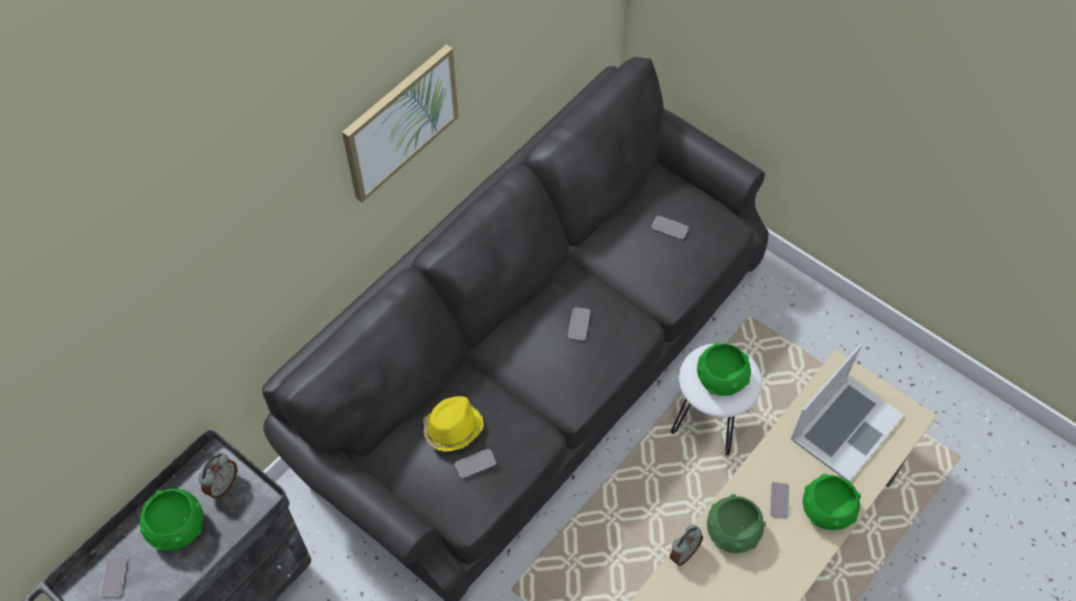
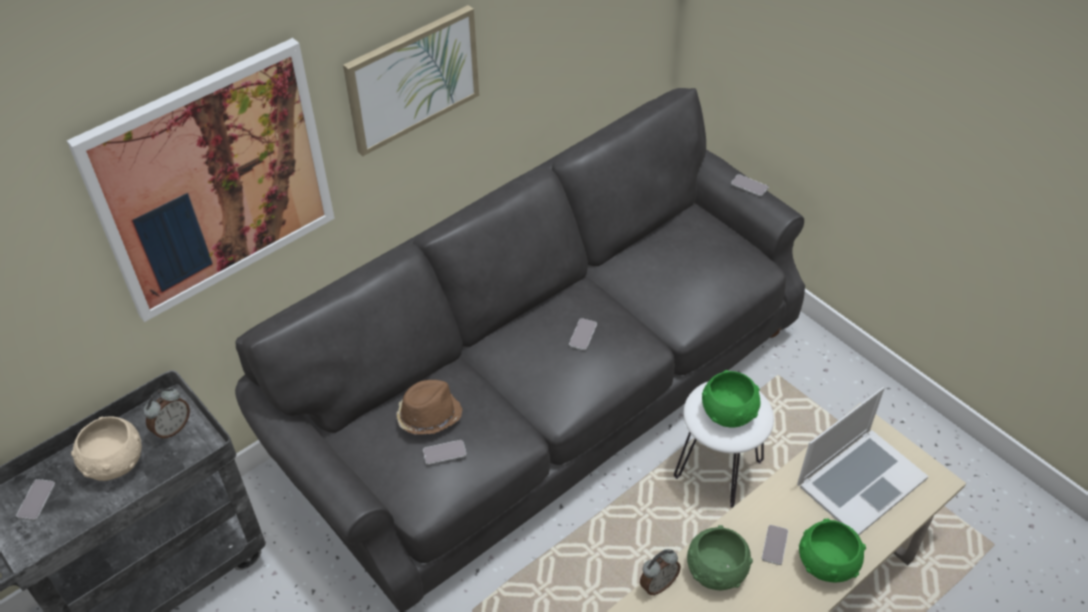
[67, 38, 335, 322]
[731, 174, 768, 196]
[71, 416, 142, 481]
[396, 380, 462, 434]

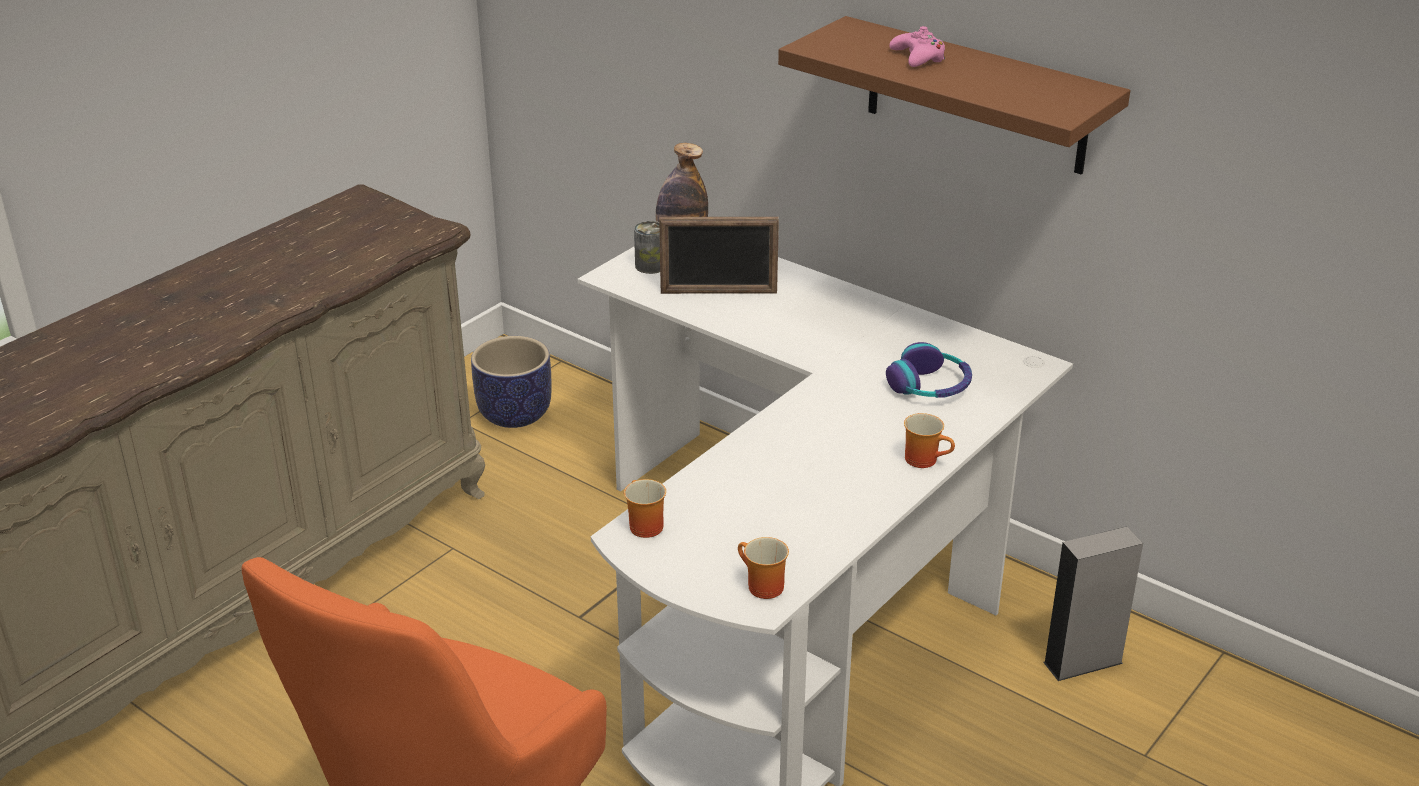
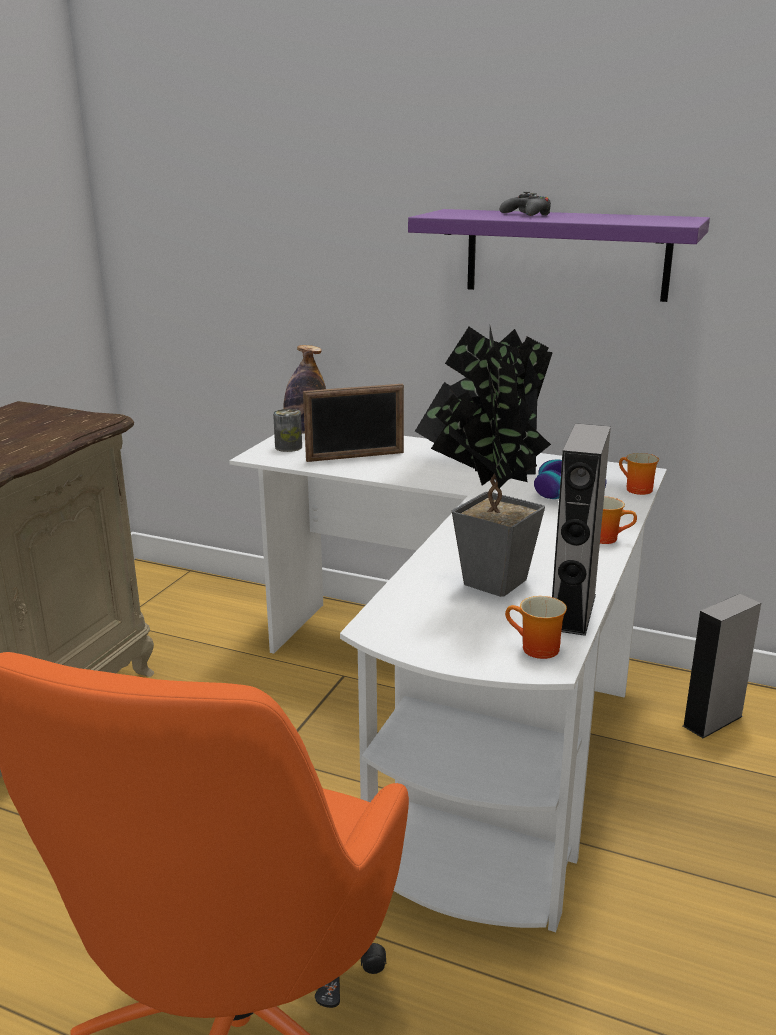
[471, 336, 552, 428] (first image)
[415, 327, 553, 597]
[552, 423, 611, 636]
[619, 453, 659, 495]
[408, 209, 710, 302]
[499, 192, 551, 216]

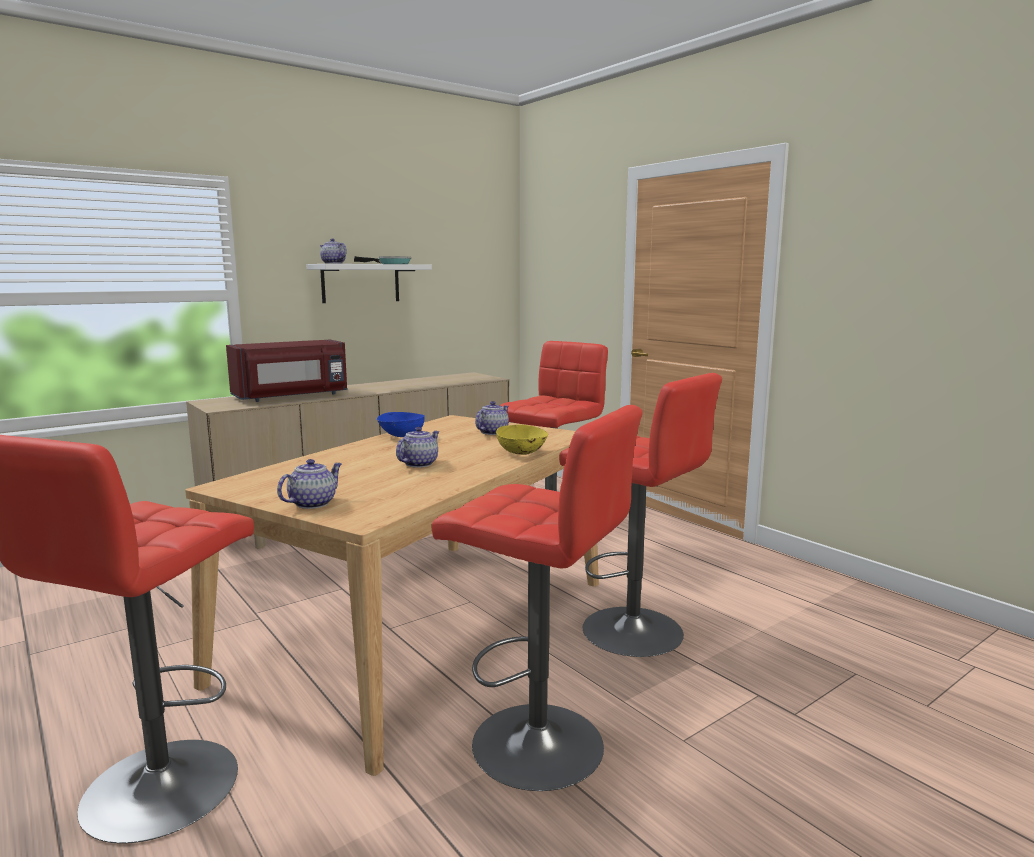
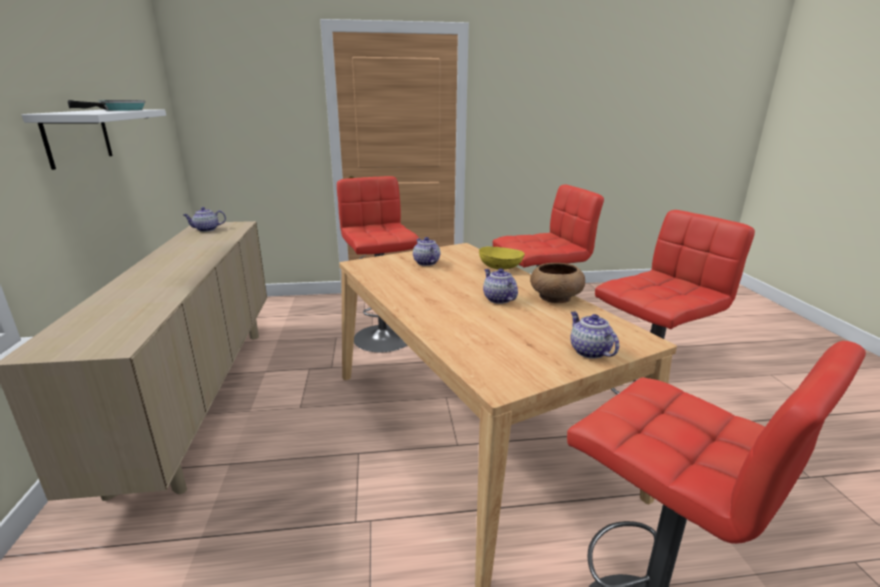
[226, 340, 347, 402] (first image)
[377, 412, 425, 437] (first image)
[530, 263, 585, 303]
[183, 207, 226, 232]

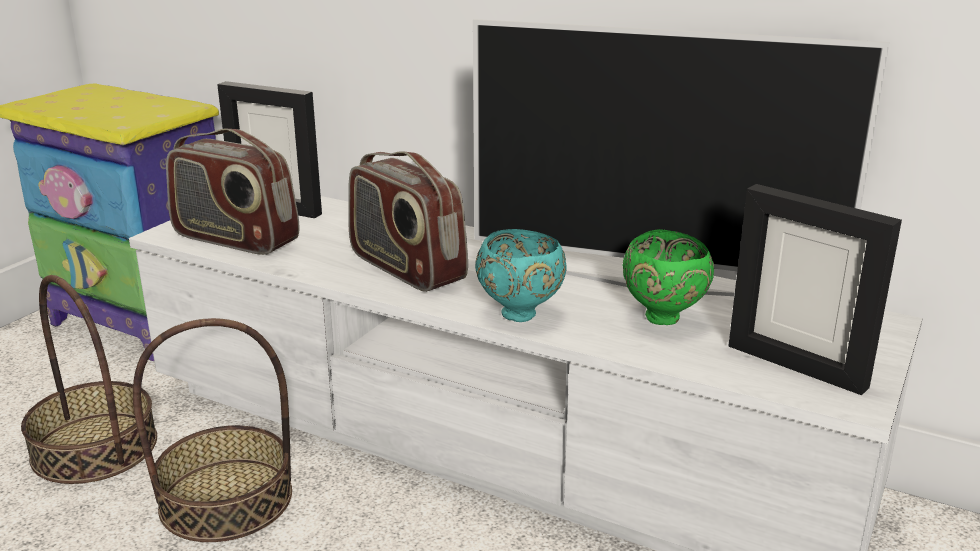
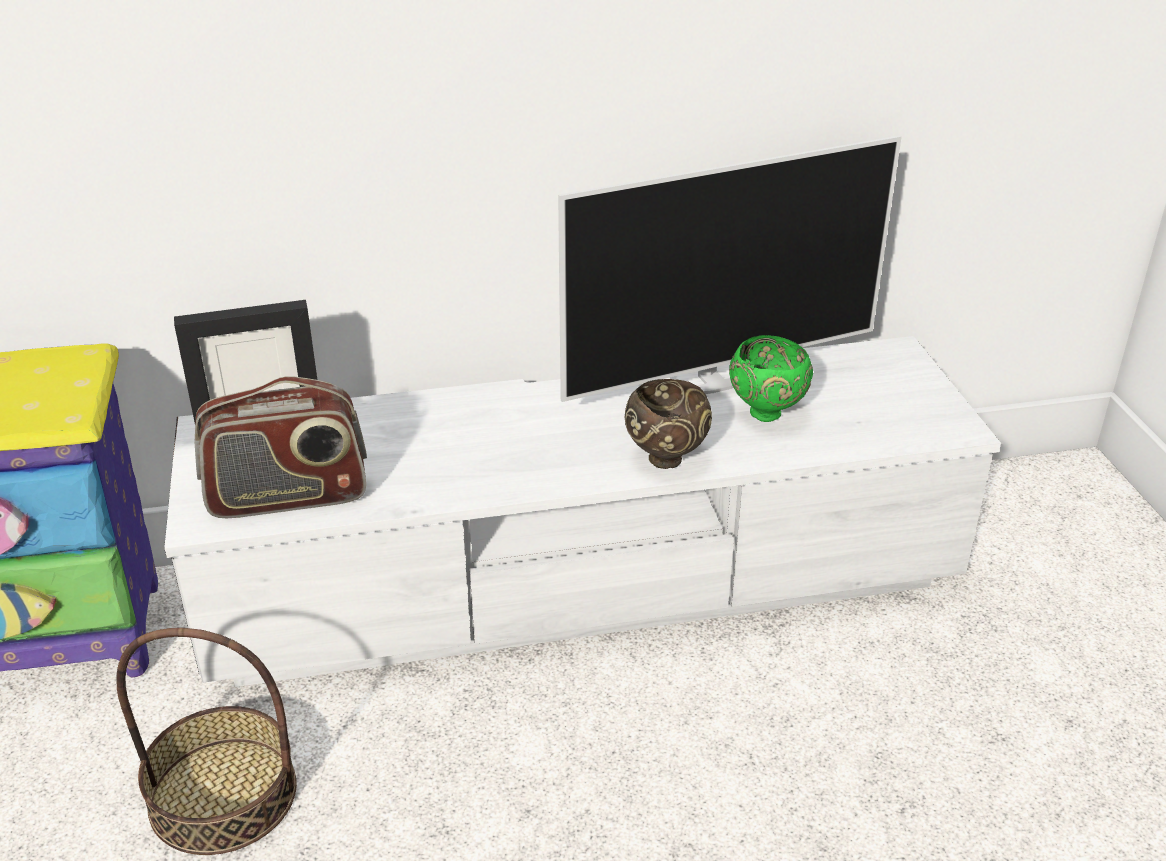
[133, 318, 292, 542] (first image)
[348, 151, 468, 292] (first image)
[729, 184, 902, 395] (first image)
[625, 379, 712, 469]

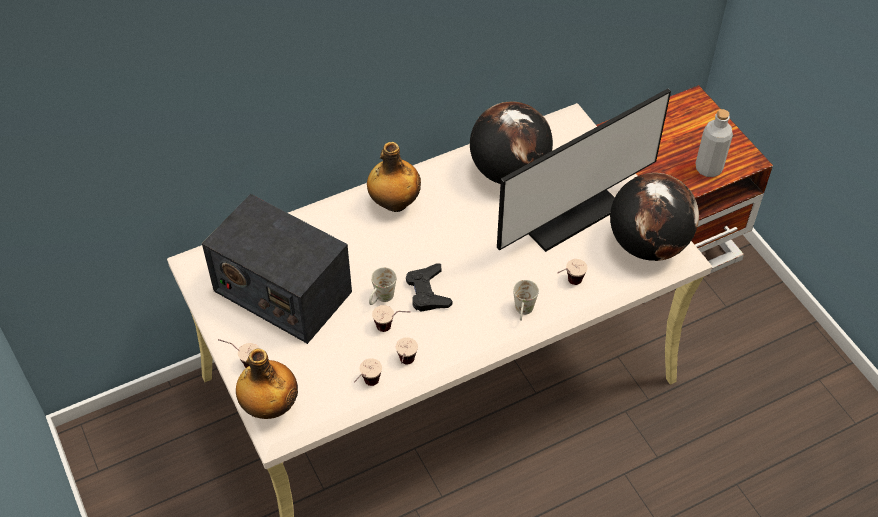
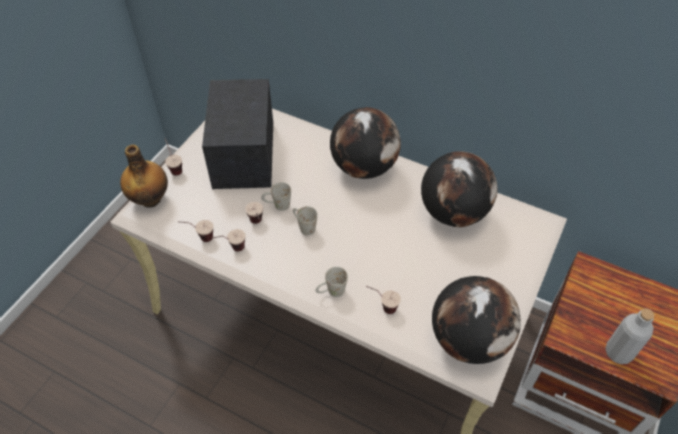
[497, 89, 671, 252] (first image)
[330, 107, 401, 179]
[293, 206, 318, 235]

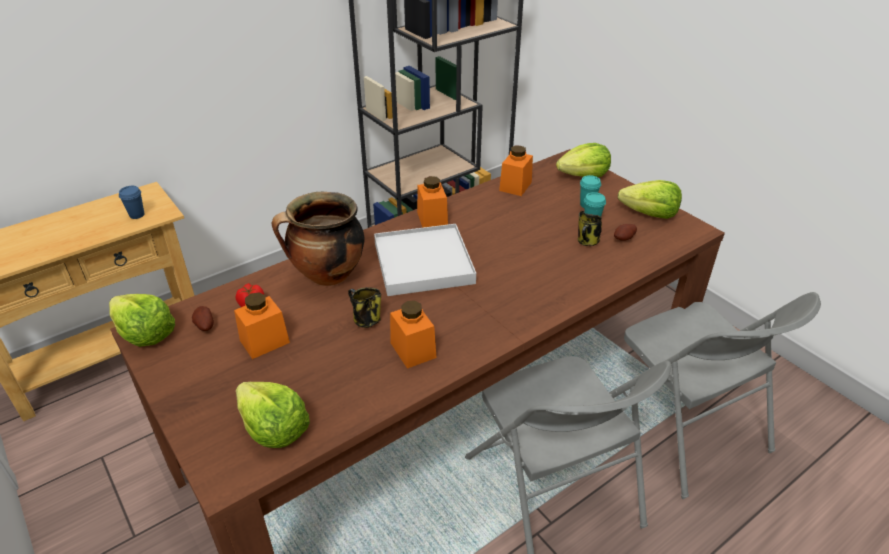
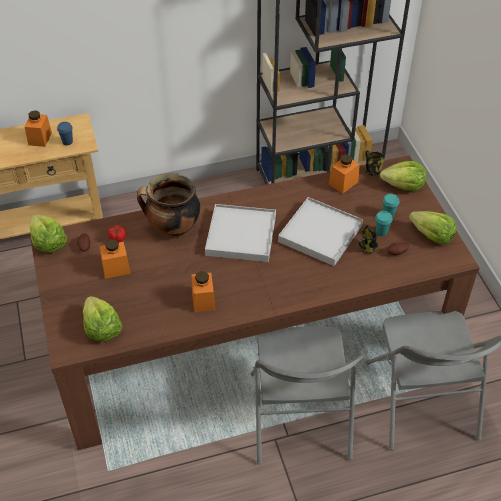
[278, 197, 363, 266]
[365, 150, 385, 176]
[25, 110, 52, 147]

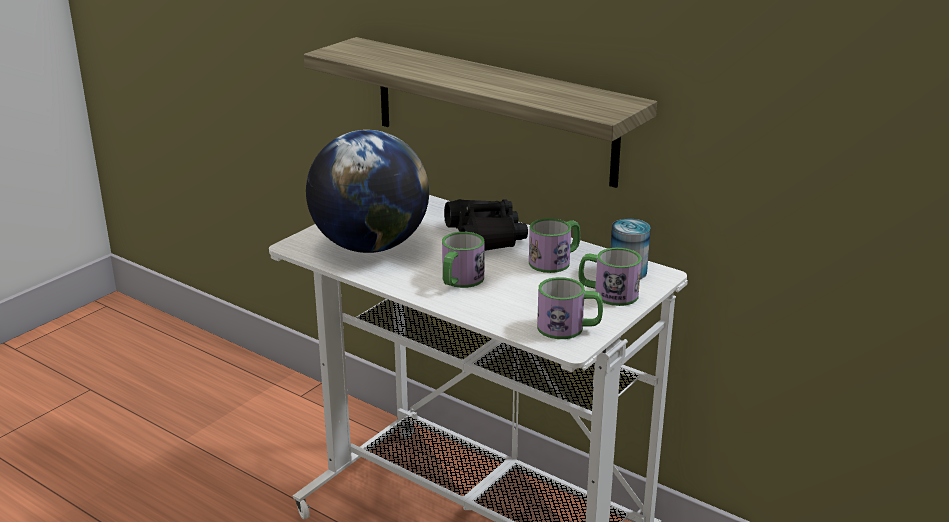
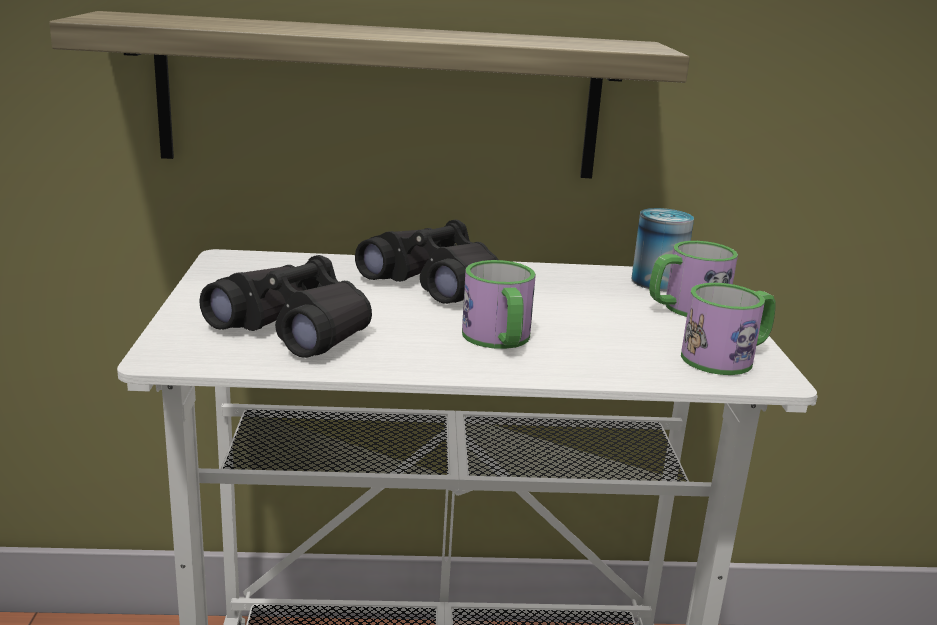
[529, 218, 580, 273] (first image)
[199, 255, 372, 358]

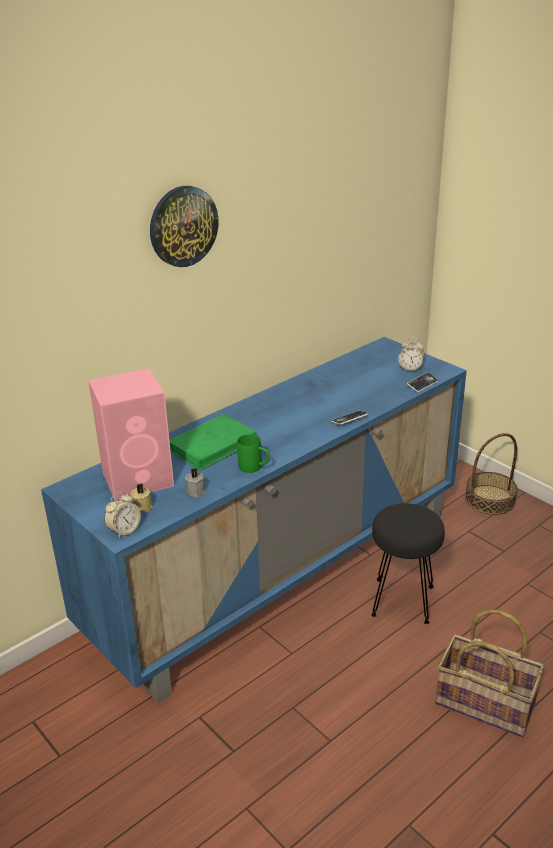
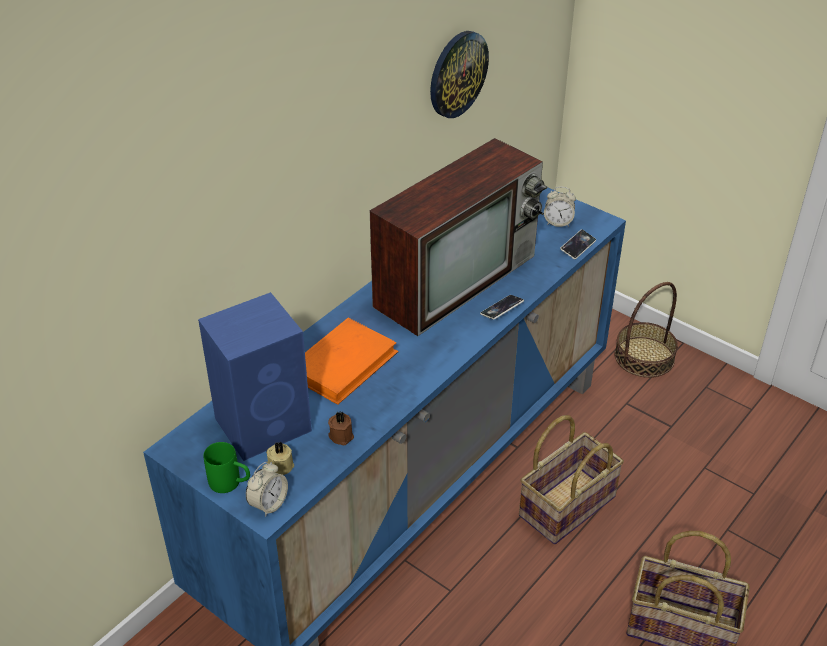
[370, 138, 548, 336]
[430, 31, 489, 118]
[204, 442, 250, 493]
[519, 415, 624, 544]
[198, 292, 312, 461]
[305, 318, 398, 405]
[328, 412, 354, 445]

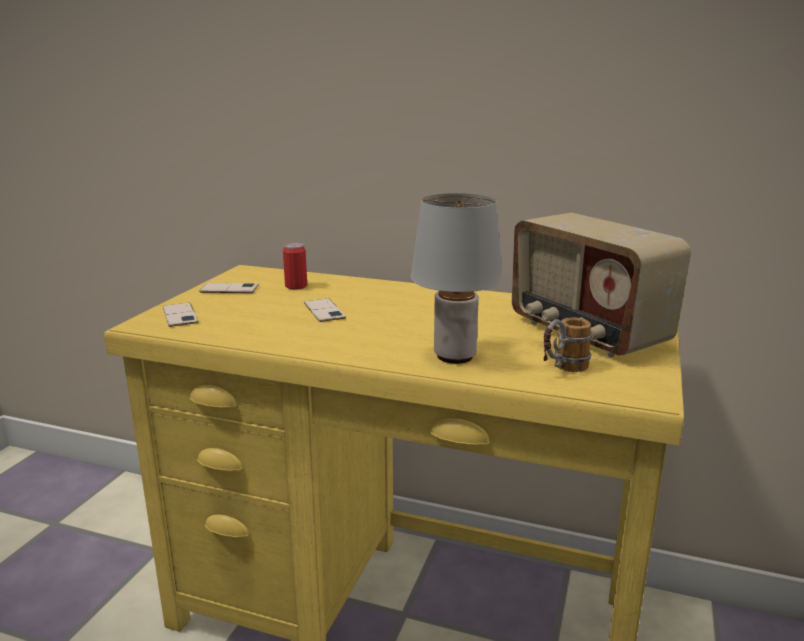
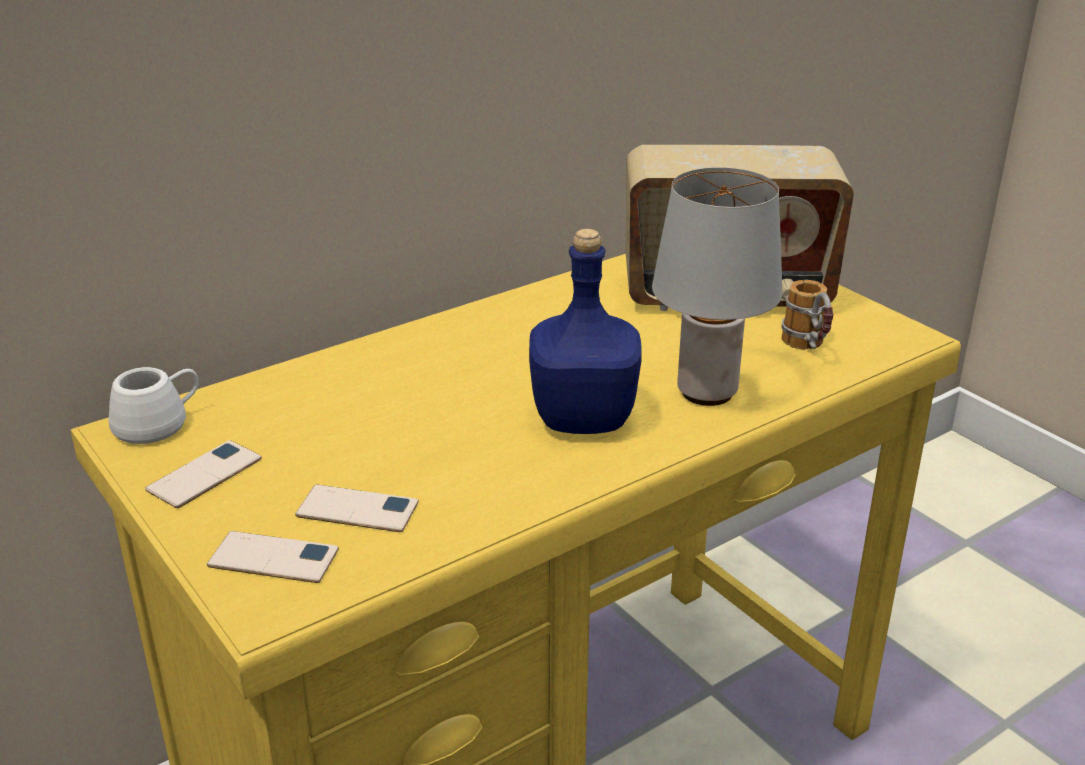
[283, 243, 307, 290] (first image)
[109, 367, 199, 444]
[529, 229, 642, 434]
[295, 485, 419, 532]

